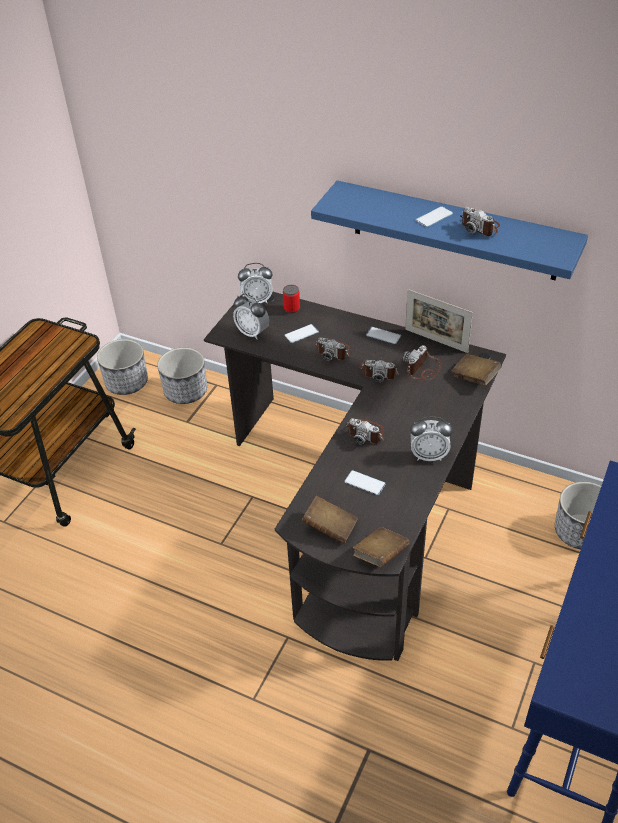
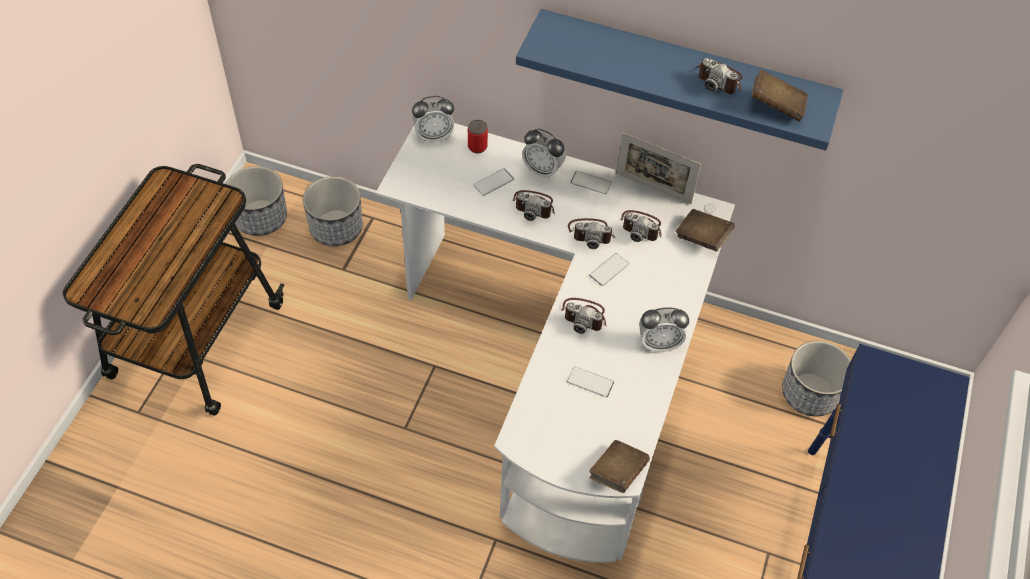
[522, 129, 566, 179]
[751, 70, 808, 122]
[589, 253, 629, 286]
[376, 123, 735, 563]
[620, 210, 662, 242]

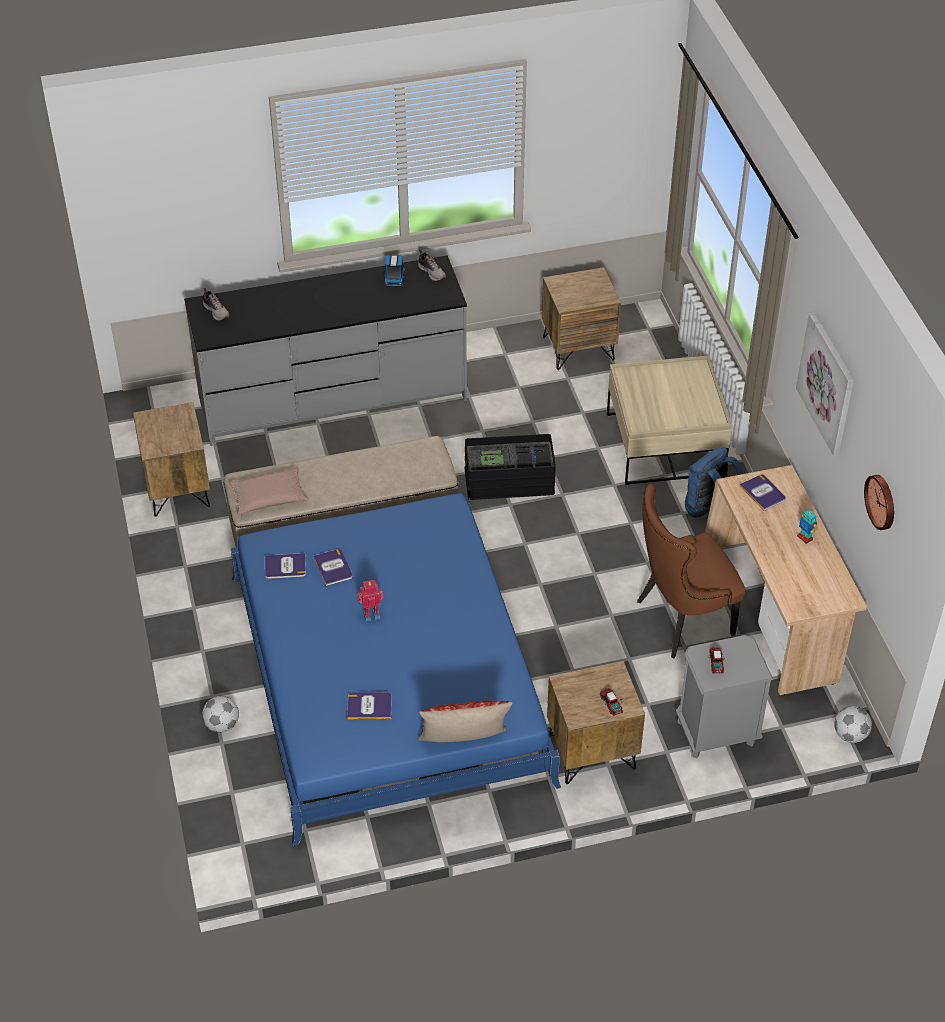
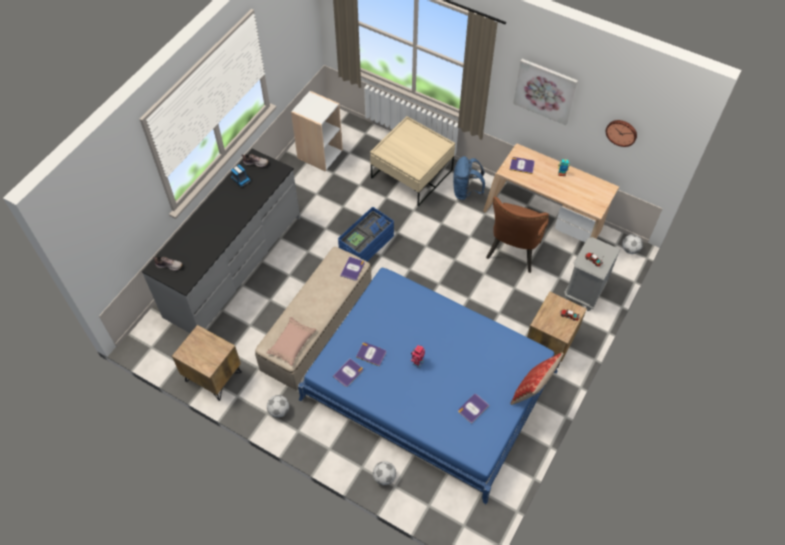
[267, 395, 289, 418]
[340, 257, 365, 281]
[291, 91, 343, 172]
[338, 207, 394, 261]

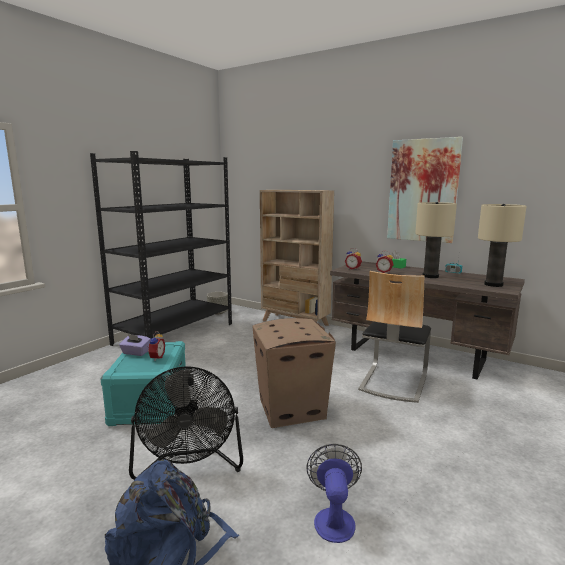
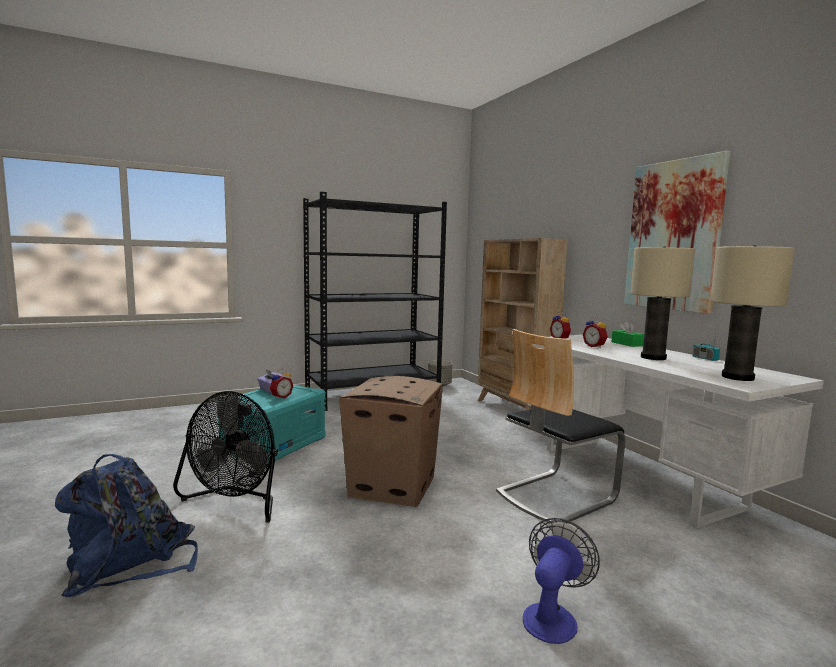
[523, 518, 600, 644]
[528, 335, 824, 528]

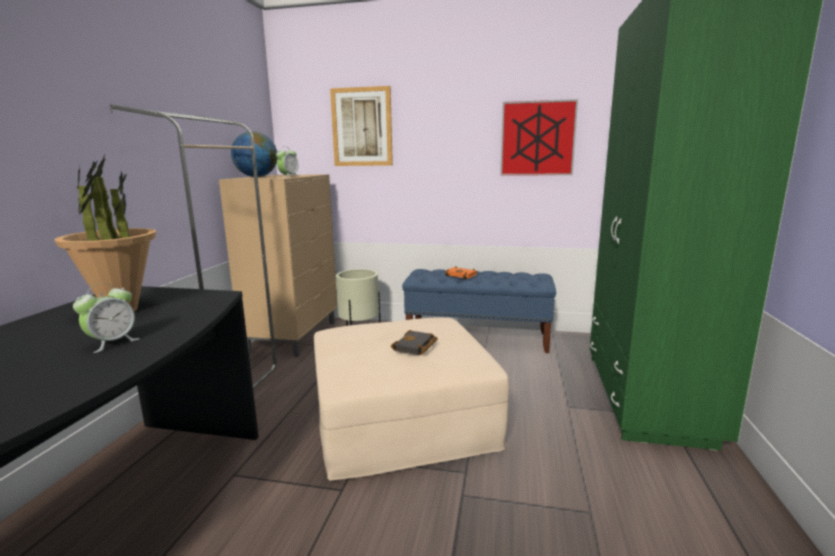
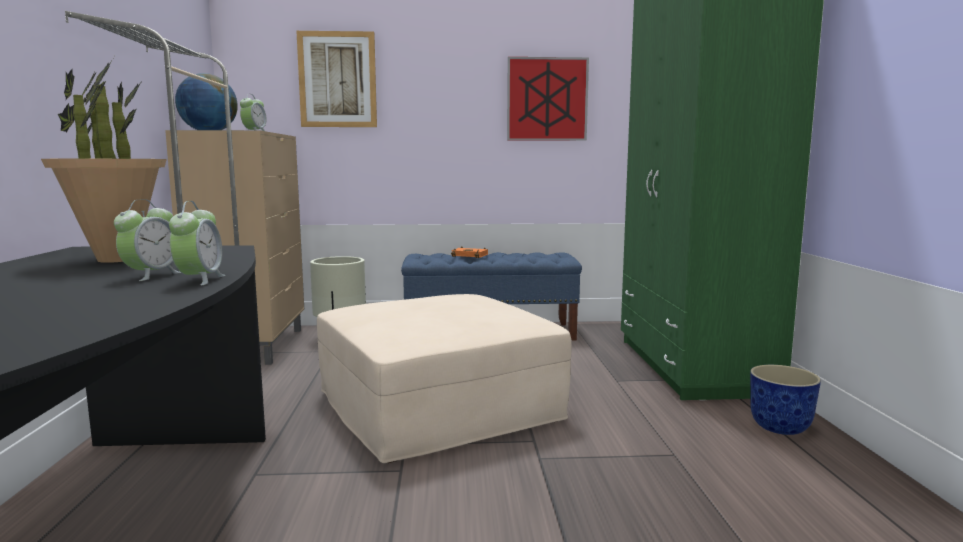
[391, 330, 438, 355] (first image)
[169, 201, 226, 285]
[750, 365, 821, 435]

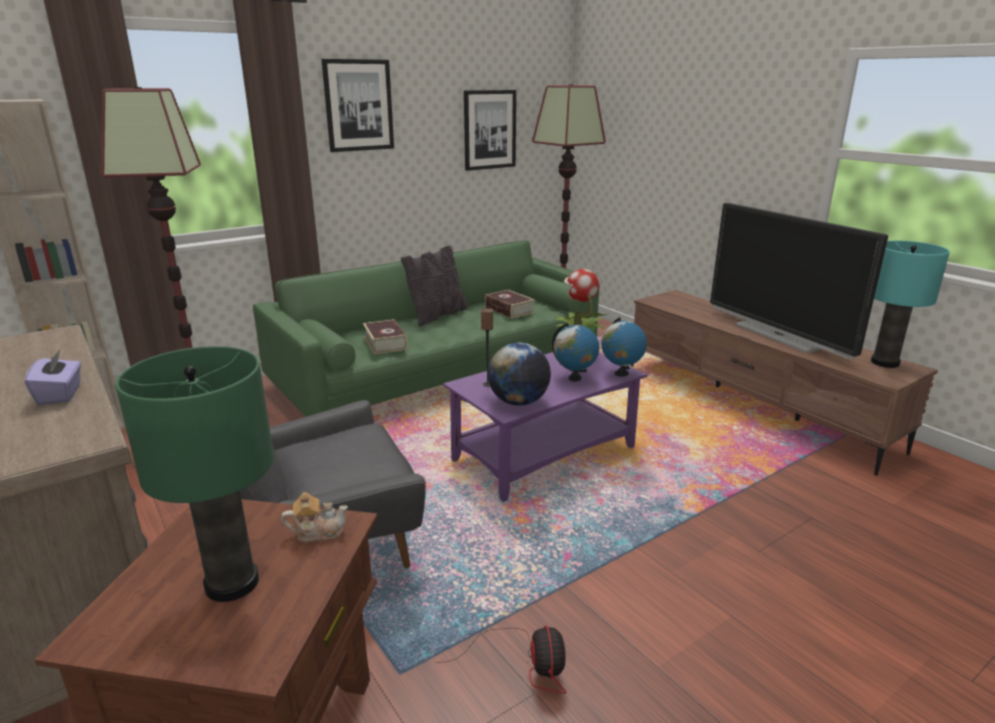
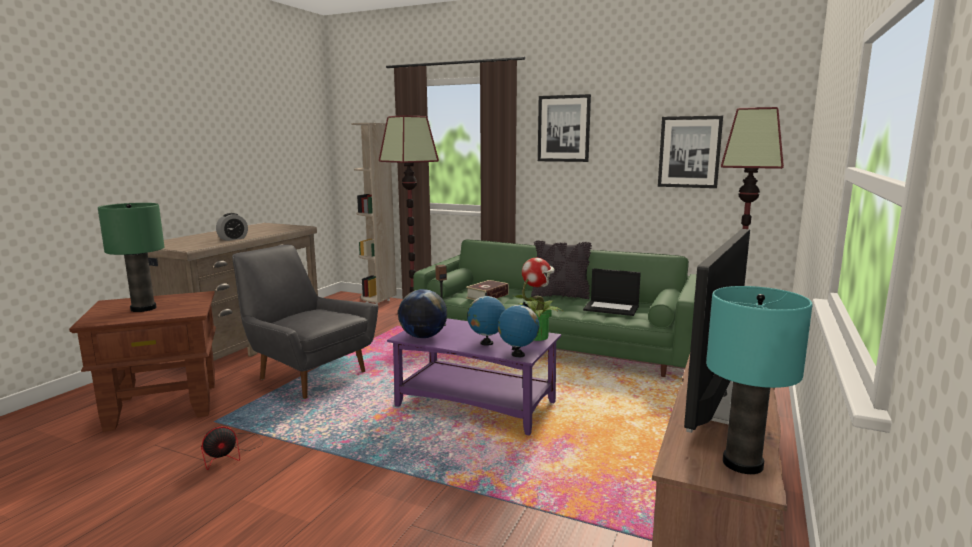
[281, 492, 348, 542] (first image)
[216, 213, 248, 241]
[583, 268, 641, 316]

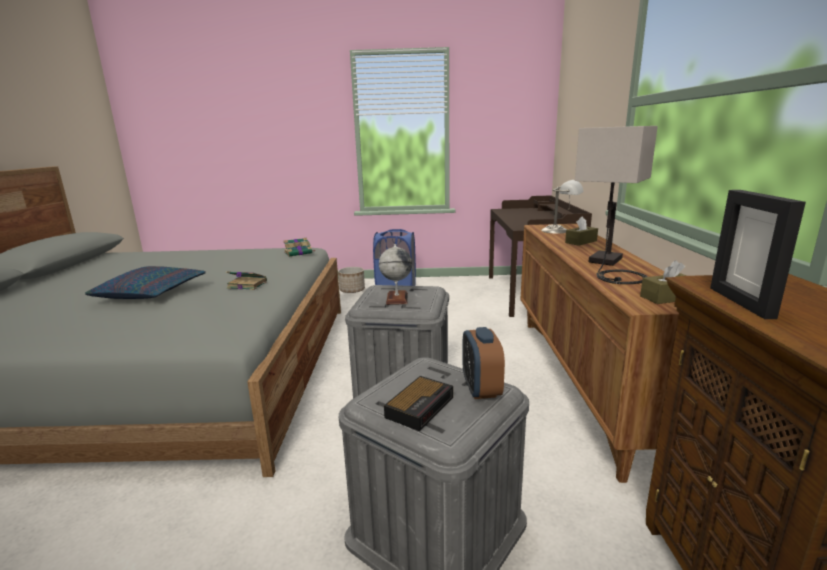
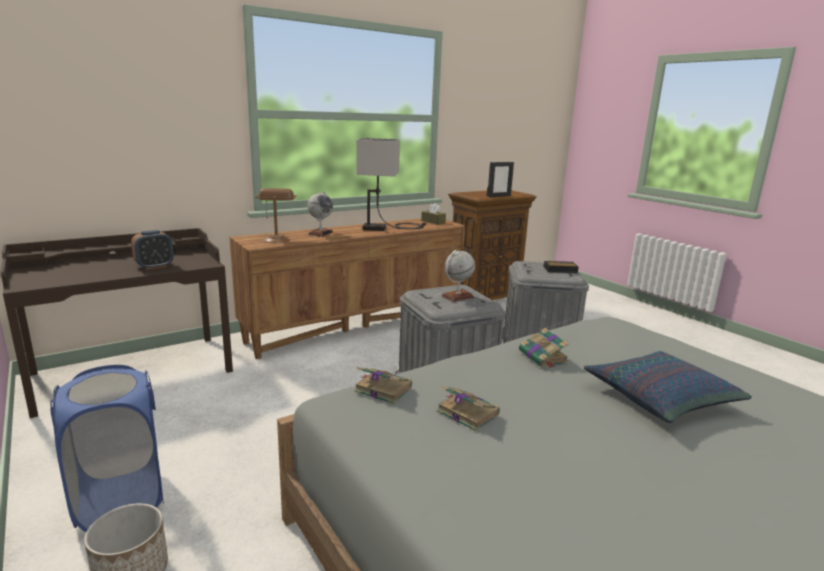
[437, 386, 500, 431]
[131, 230, 174, 270]
[307, 191, 333, 237]
[255, 188, 297, 243]

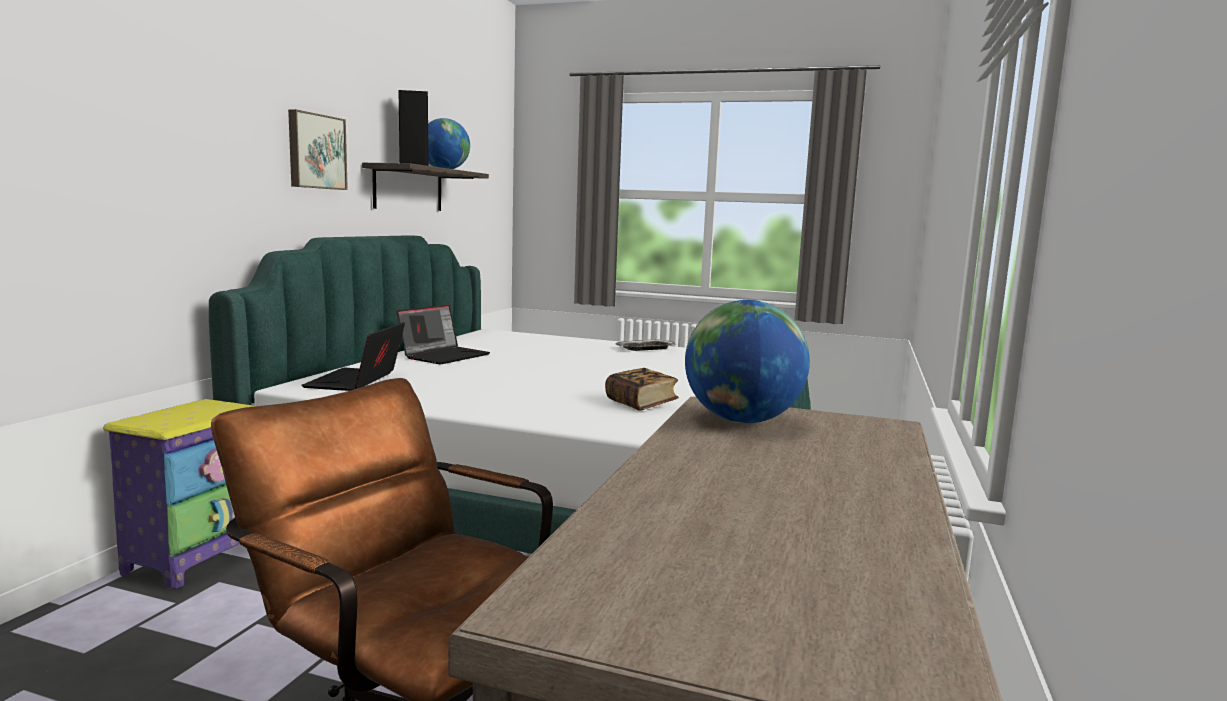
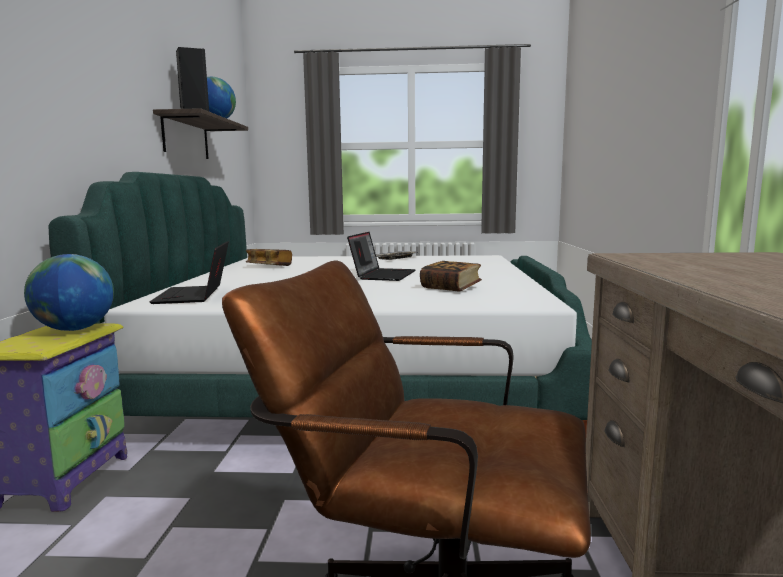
[288, 109, 348, 190] (first image)
[246, 249, 292, 266]
[347, 232, 416, 281]
[24, 254, 114, 331]

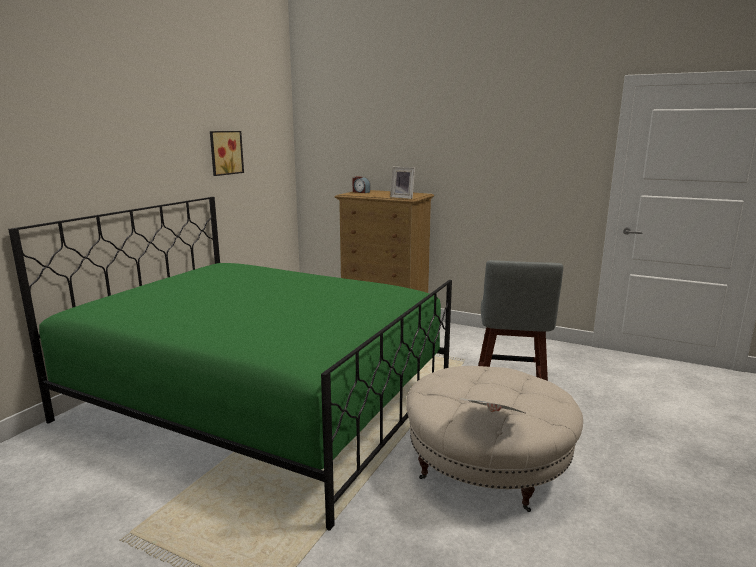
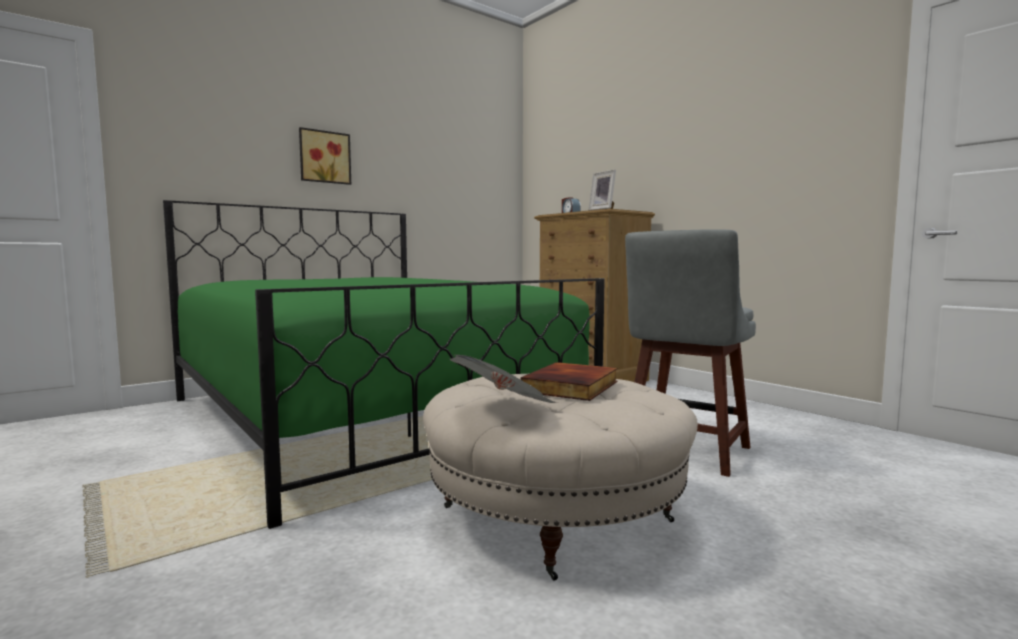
[521, 362, 618, 401]
[299, 127, 351, 185]

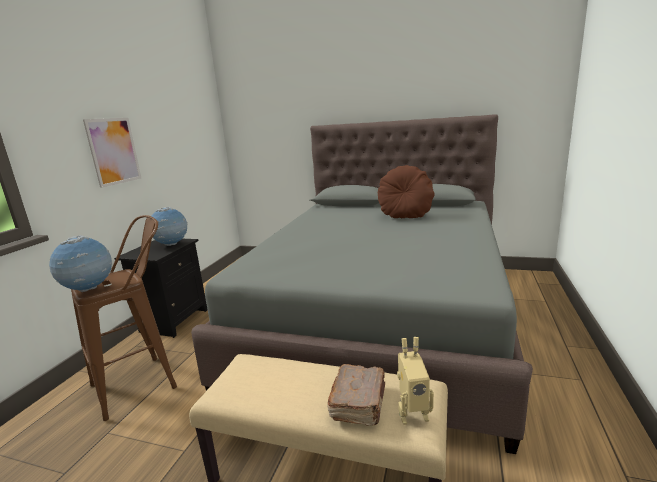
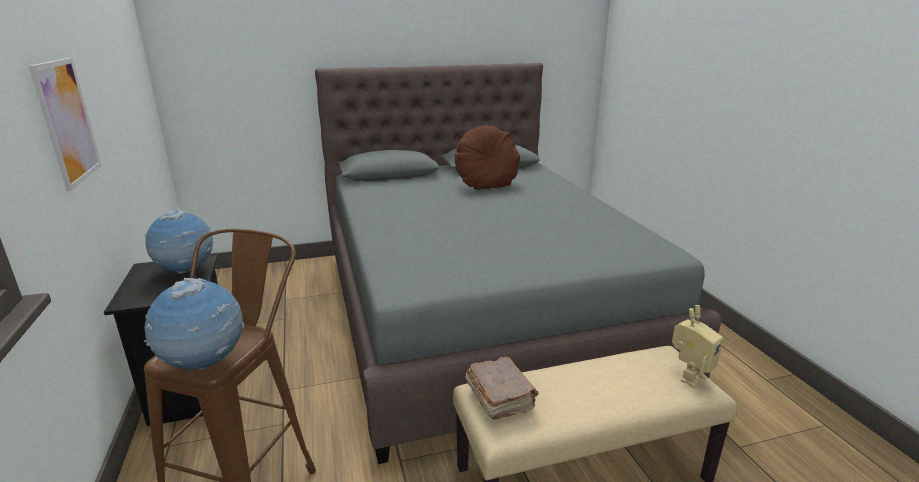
[465, 357, 539, 420]

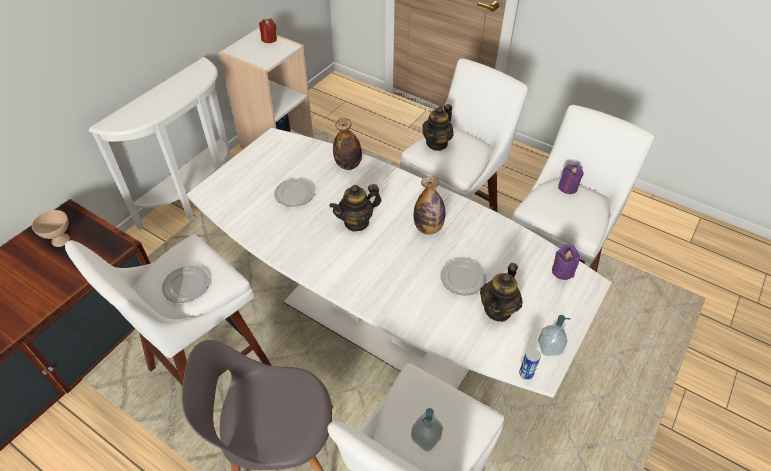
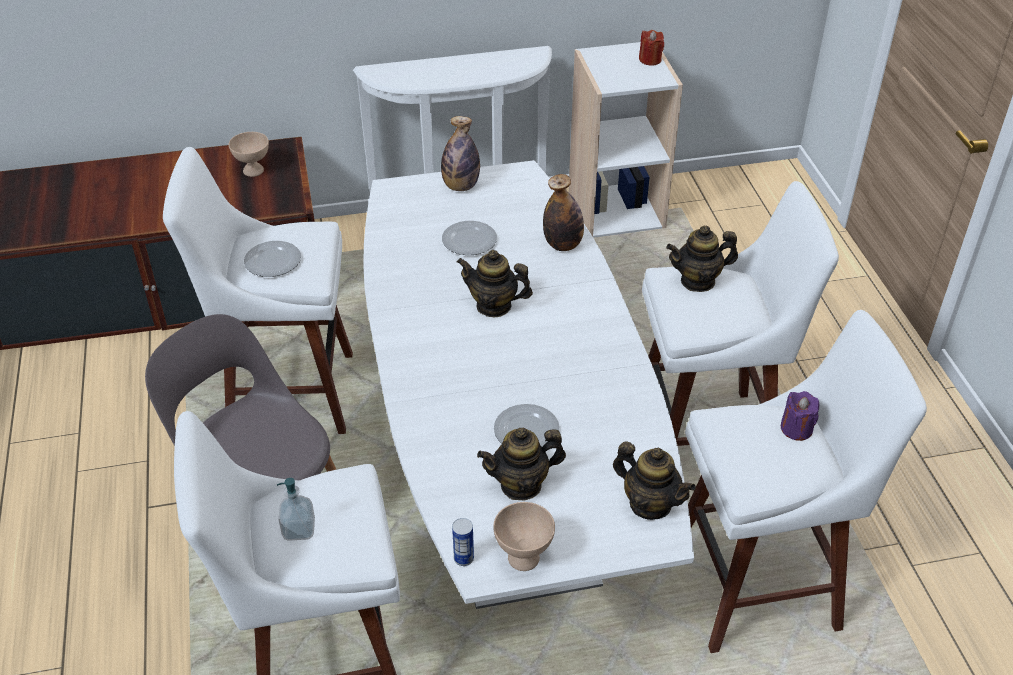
[441, 116, 480, 191]
[493, 502, 555, 571]
[613, 441, 696, 520]

